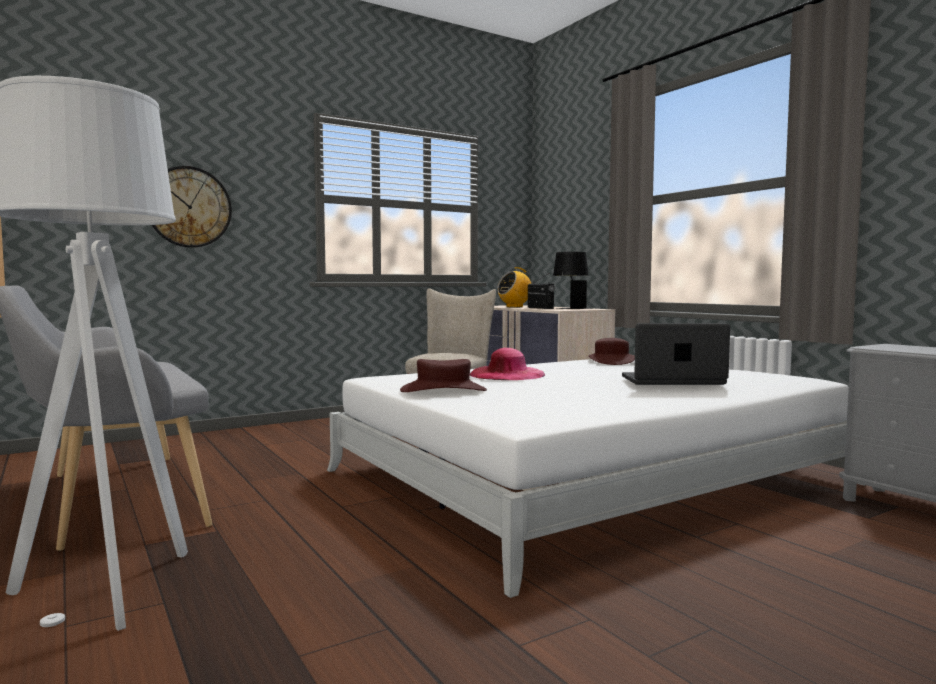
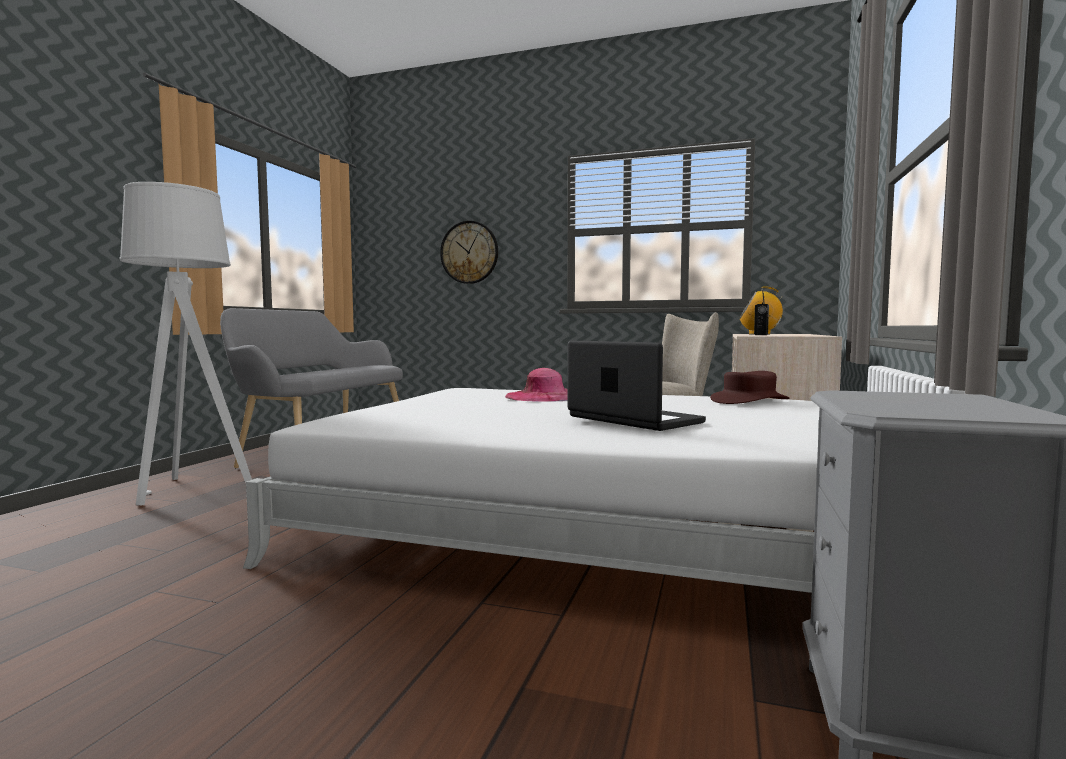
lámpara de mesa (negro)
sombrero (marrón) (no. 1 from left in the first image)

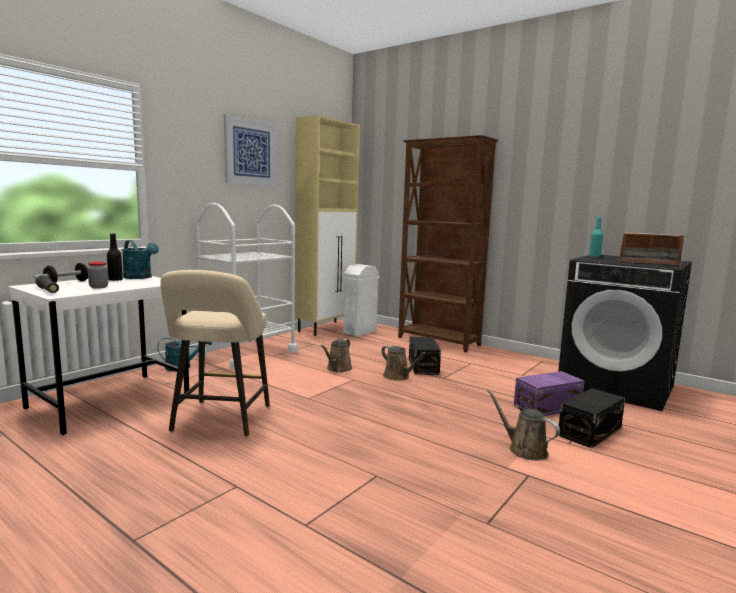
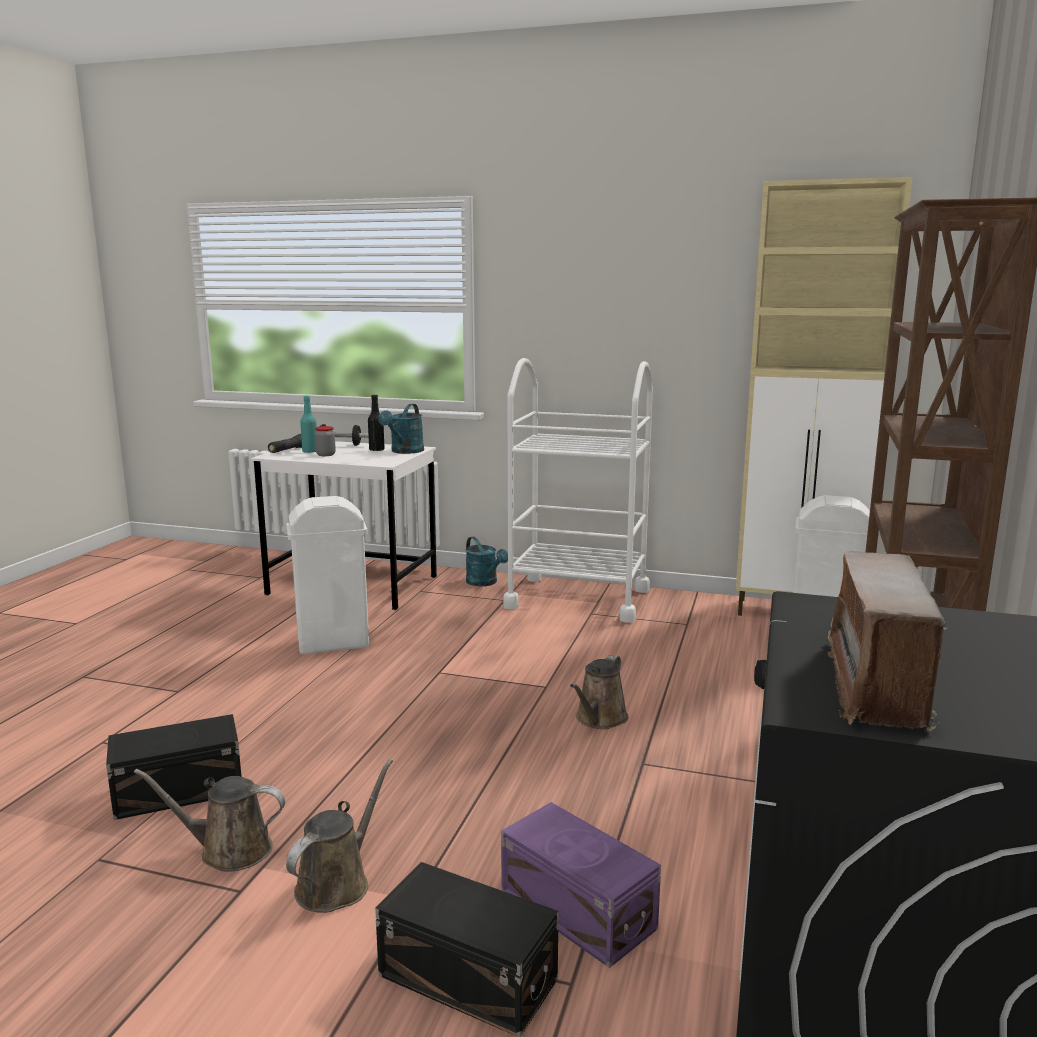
cuadro
botella (turquesa)
papelera (blanco) (no. 1 from left)
caja de almacenaje (negro) (no. 1 from left)
regadera (marrón) (no. 1 from left)

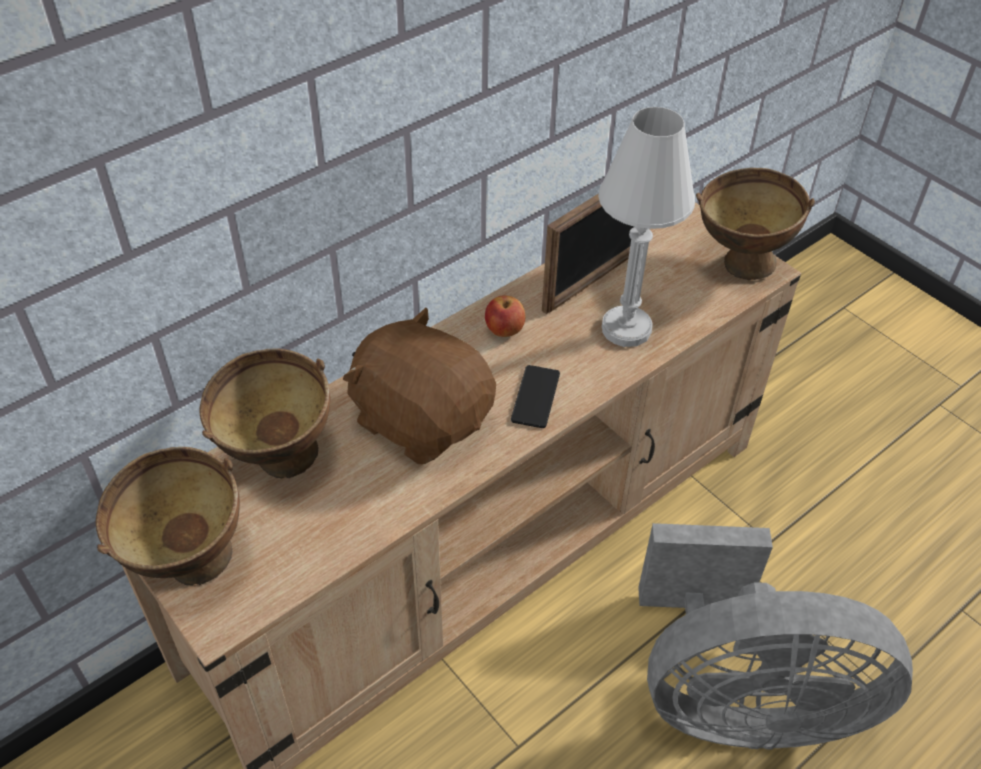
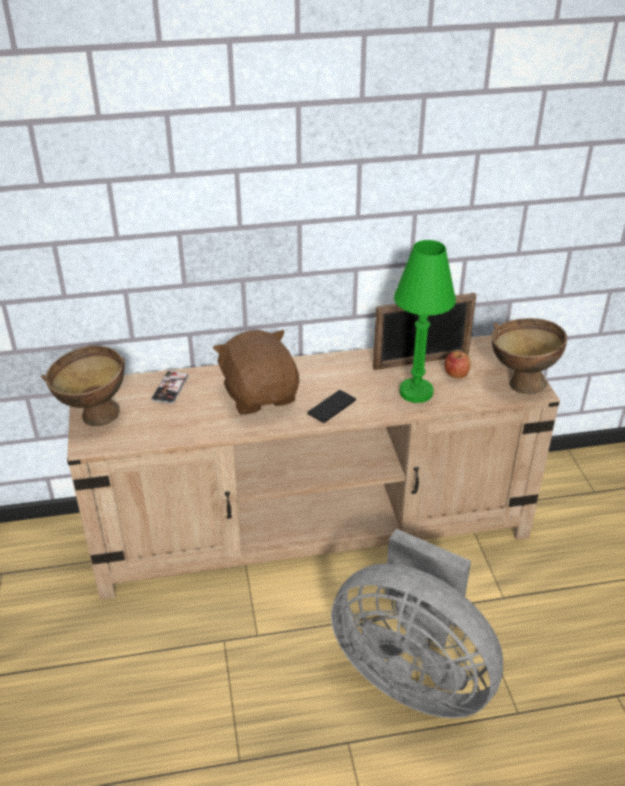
lámpara de mesa (verde)
manzana
móvil (no. 1 from left)

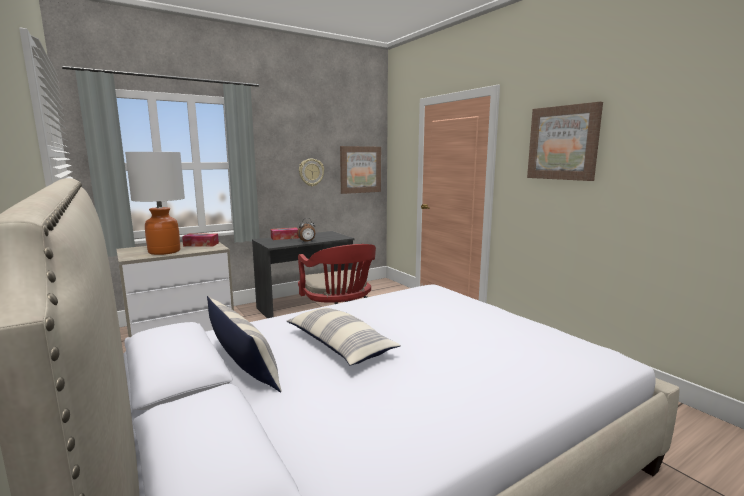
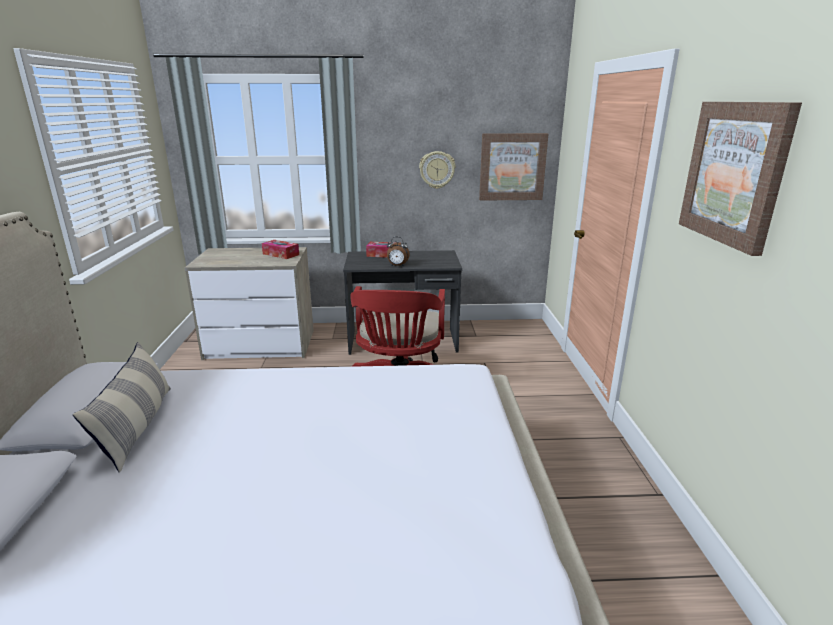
lámpara de mesa
cojín (no. 2 from left in the first image)

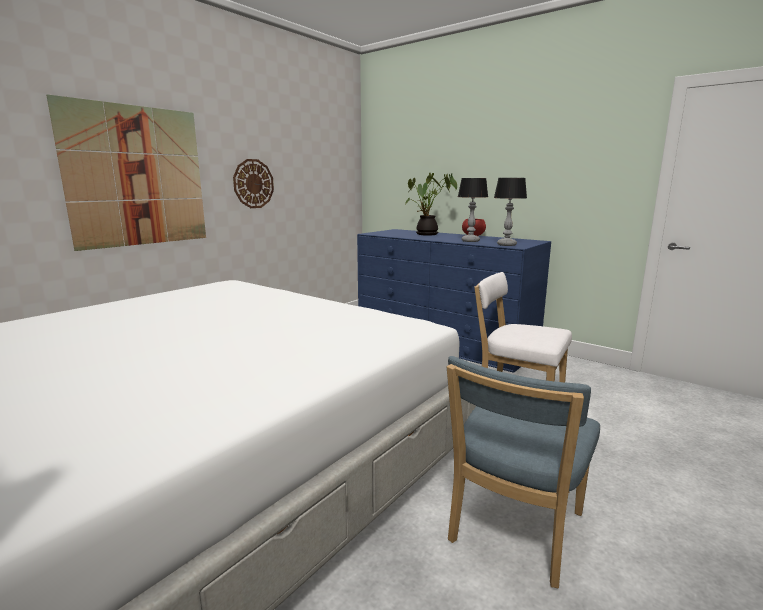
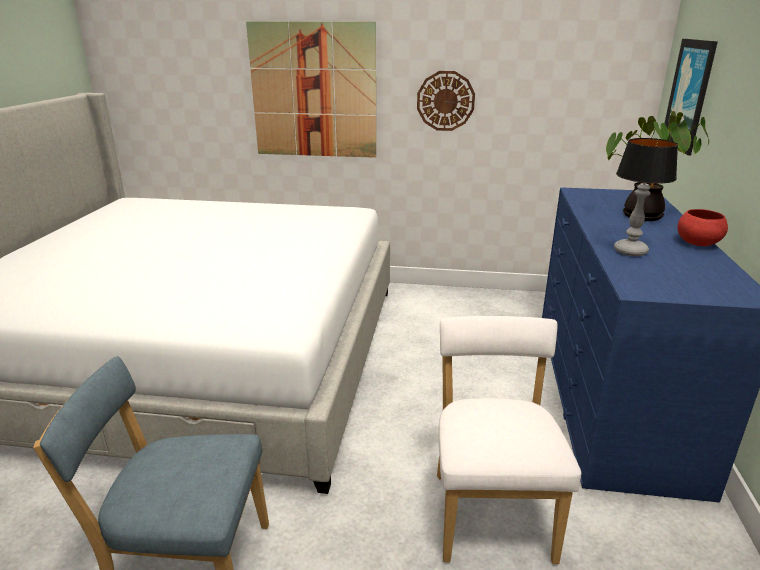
lámpara de mesa (no. 2 from left in the first image)
cuadro (no. 2 from left)

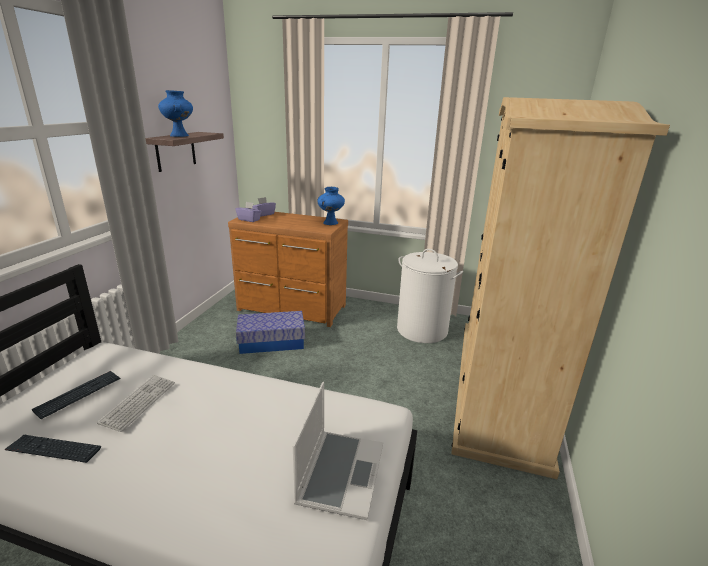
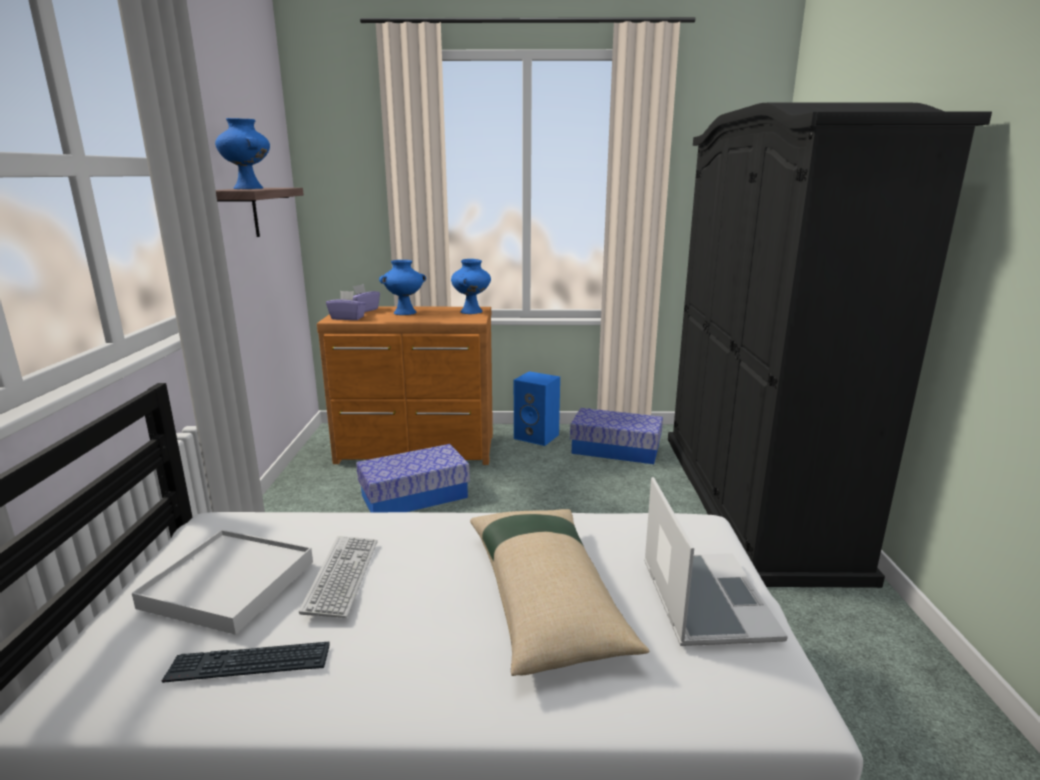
armario ropero (negro)
caja de almacenaje (no. 2 from left)
bandeja (blanco)
florero (azul) (no. 2 from left)
altavoz (azul)
cojín (beis)

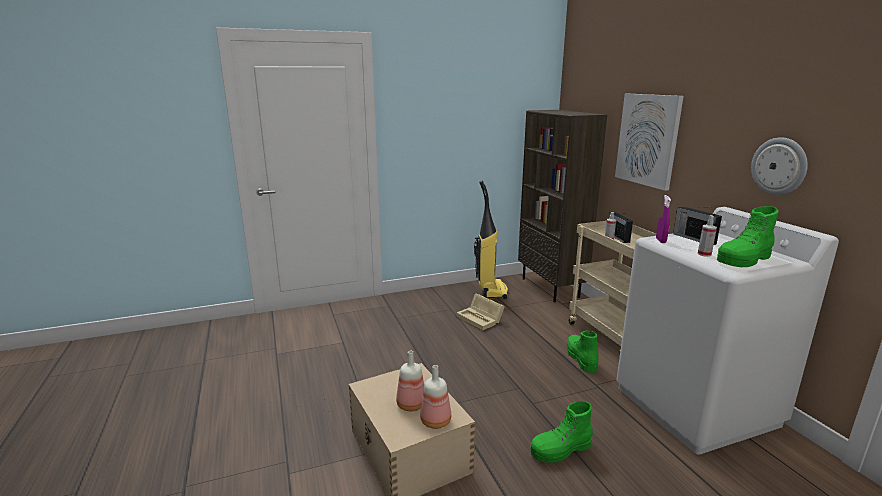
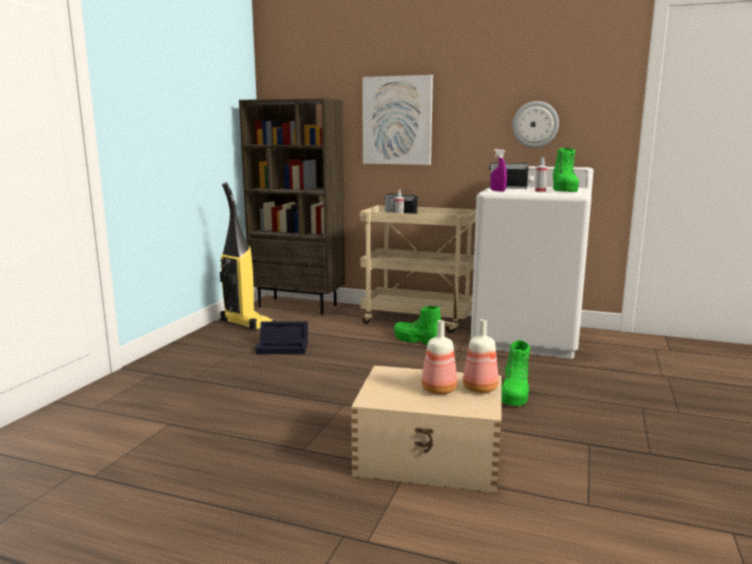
caja de almacenaje (negro)

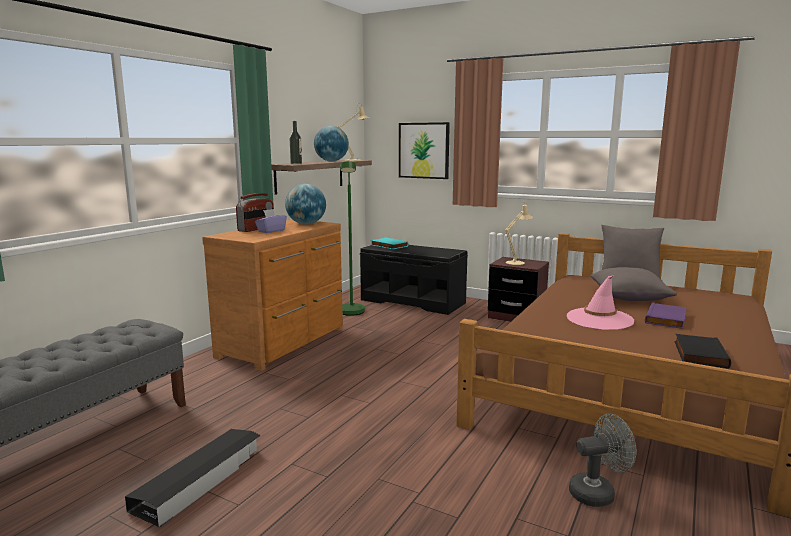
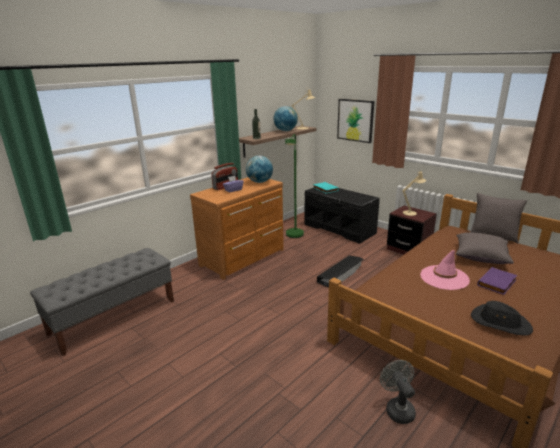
sombrero (negro)
ventilador (gris)
caja de almacenaje (negro)

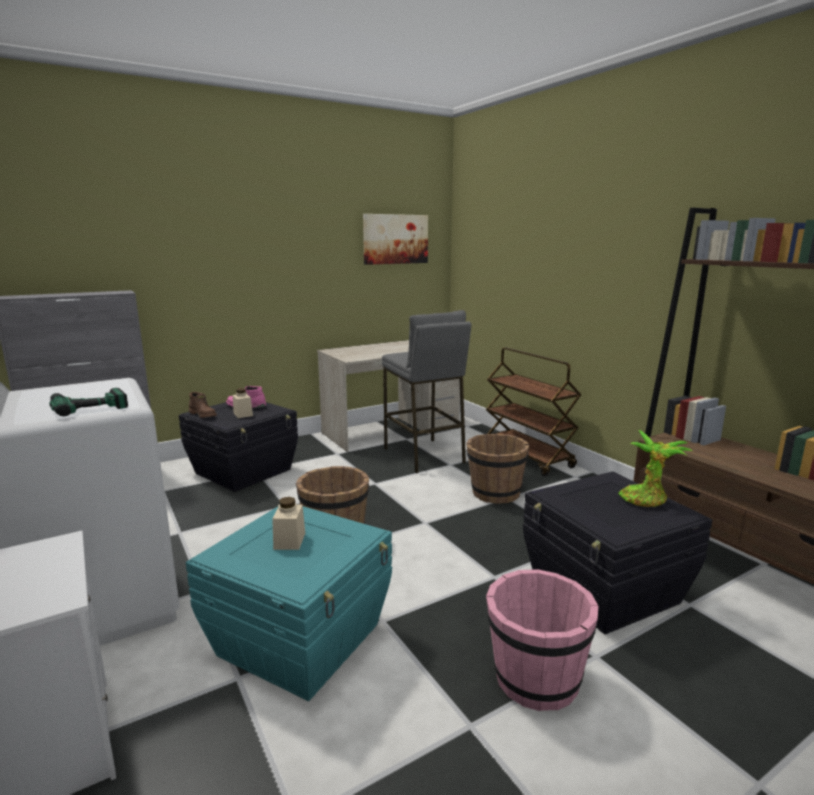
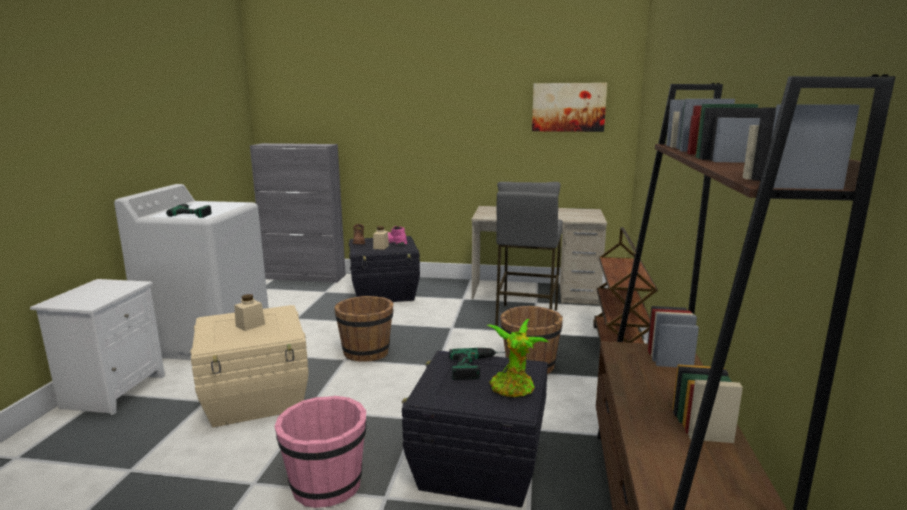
caja de almacenaje (beis)
taladro (no. 2 from left)

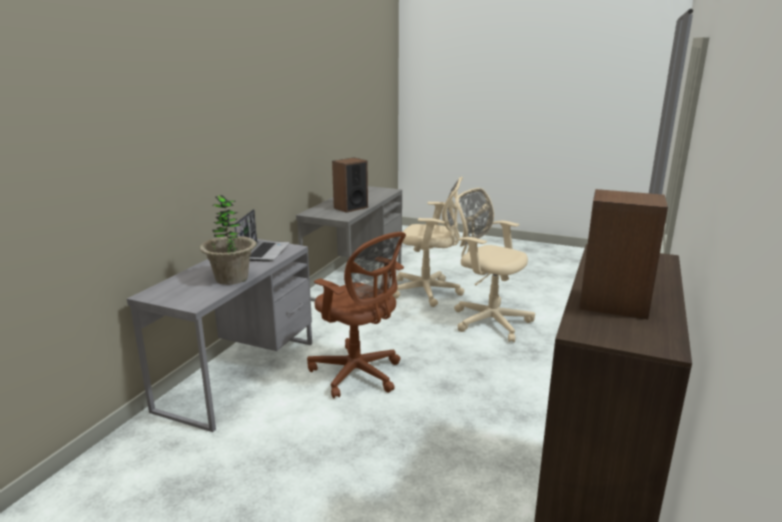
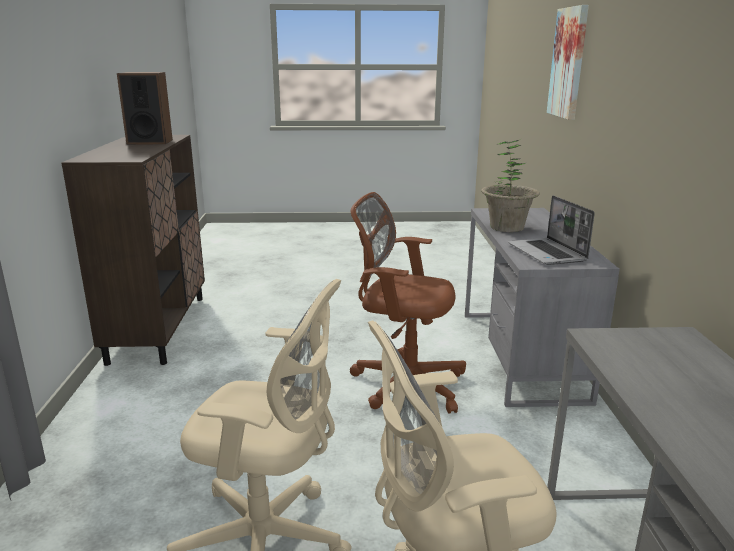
altavoz (no. 1 from left in the first image)
cuadro

